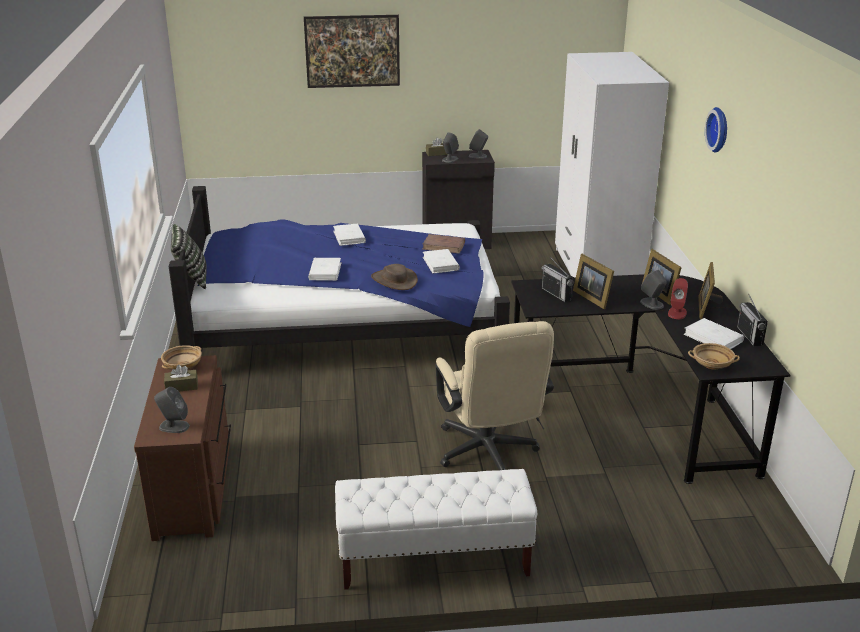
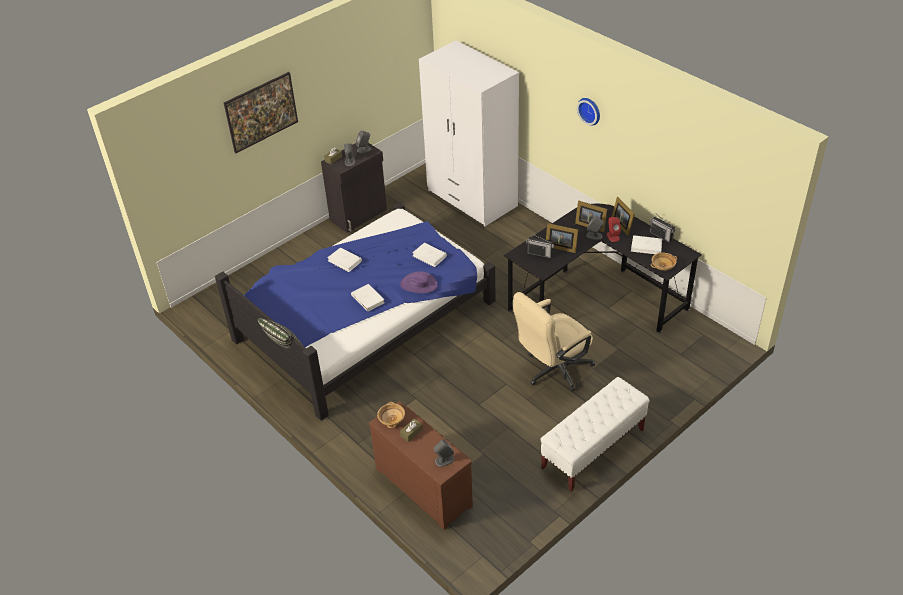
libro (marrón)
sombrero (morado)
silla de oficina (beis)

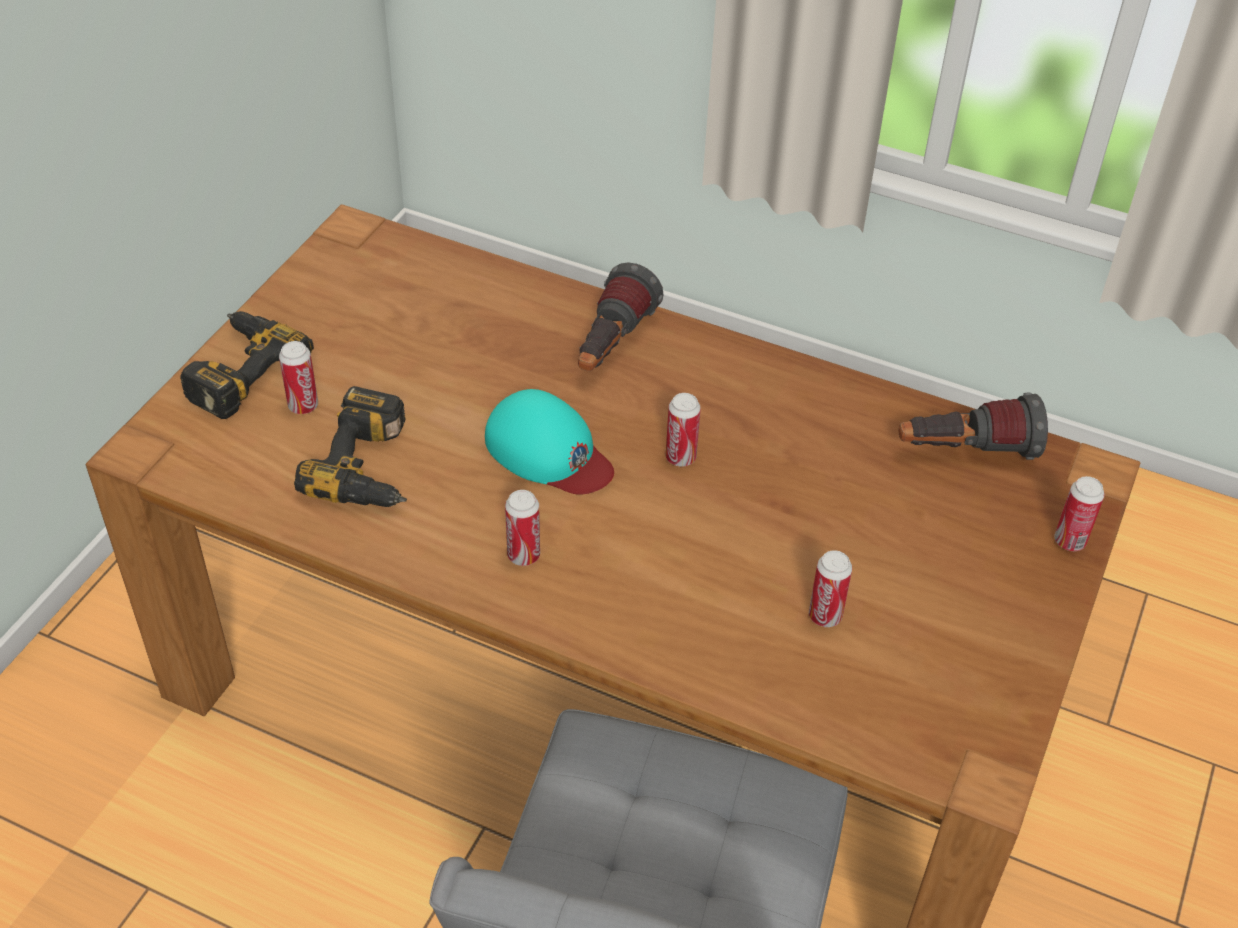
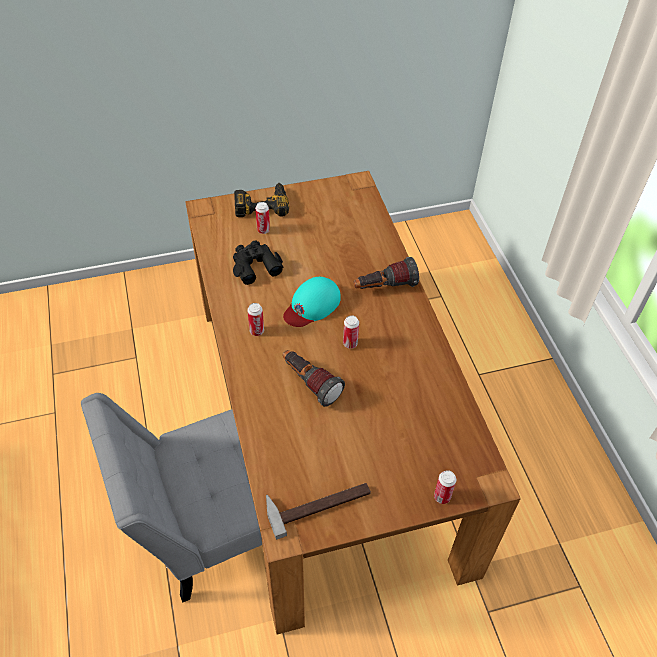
prismáticos (negro)
gorra (turquesa)
linterna (no. 1 from left)
lata (no. 4 from left in the first image)
martillo

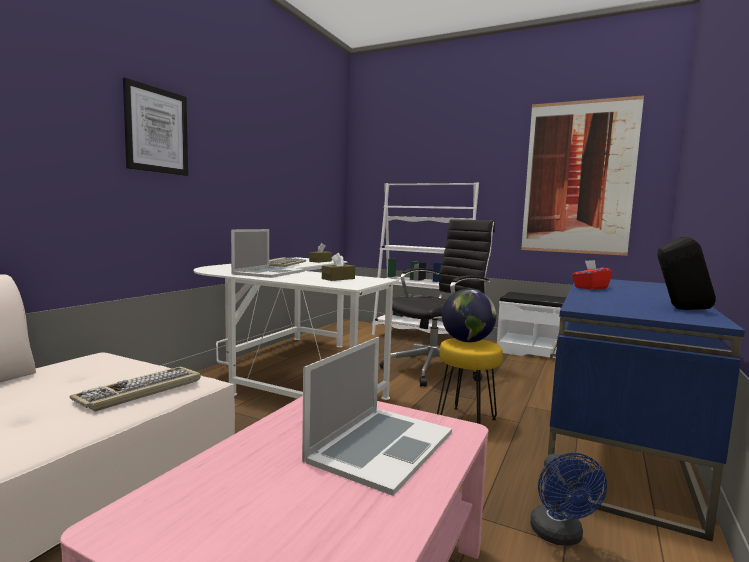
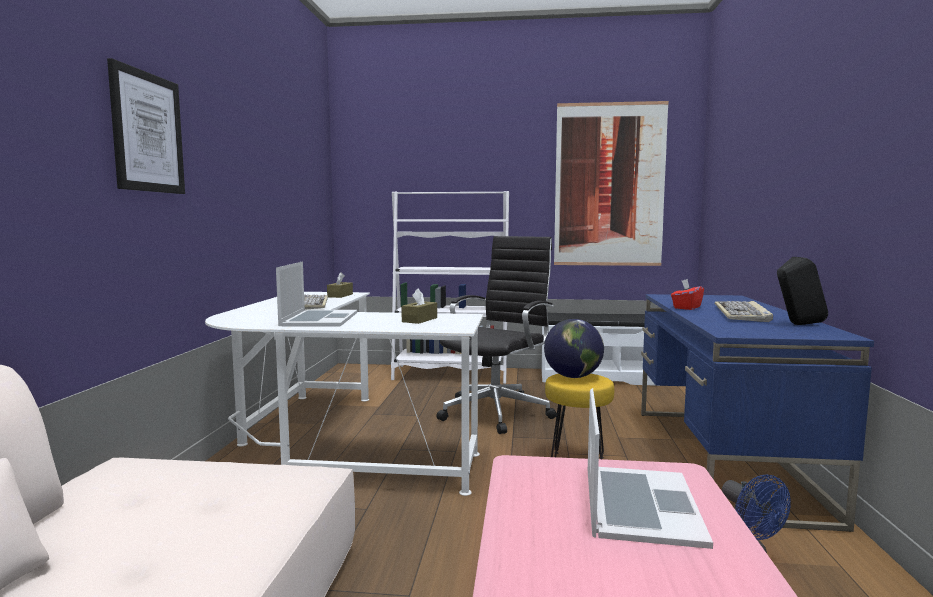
teclado (no. 2 from left)

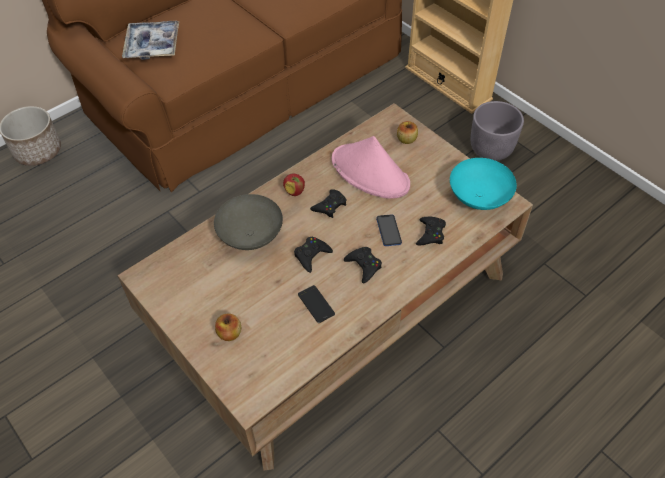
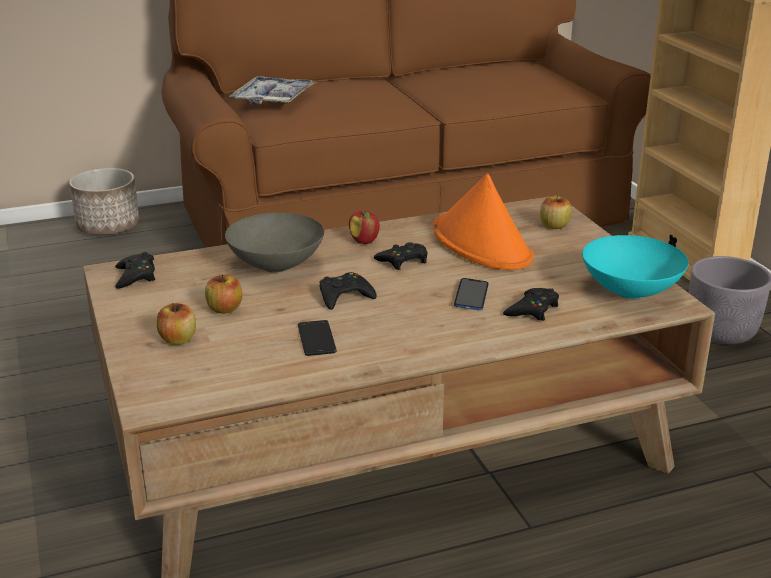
sombrero (naranja)
mando de consola (negro) (no. 1 from left)
manzana (no. 2 from left)

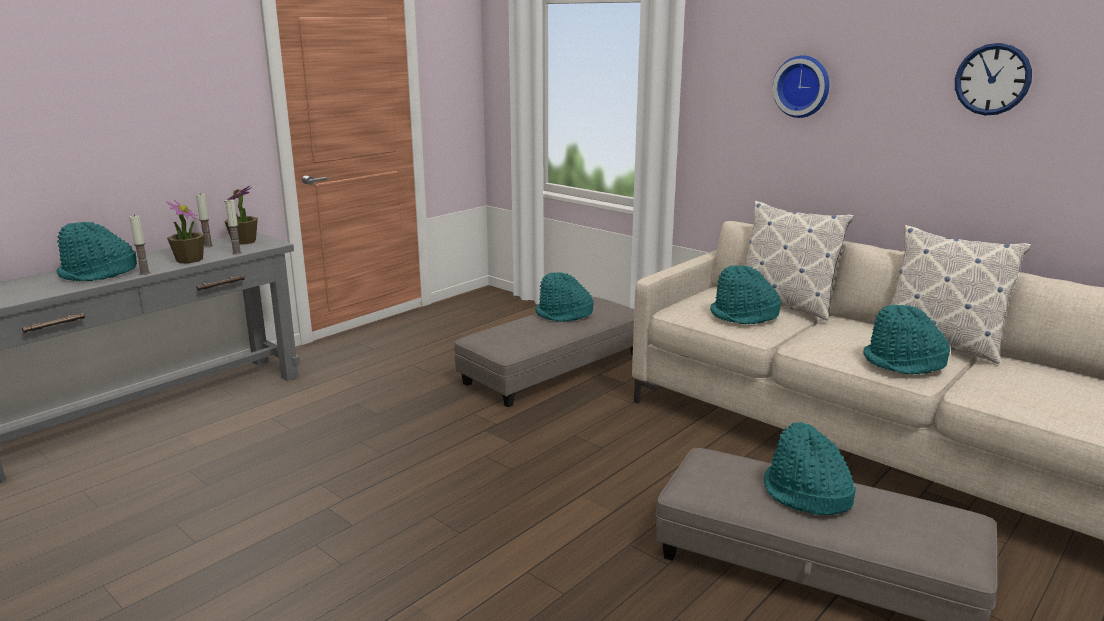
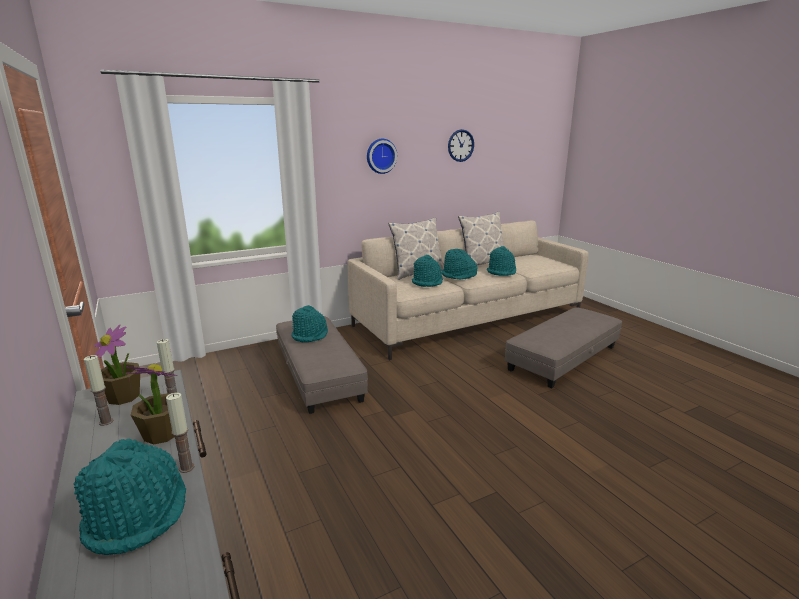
sombrero (turquesa) (no. 4 from left)

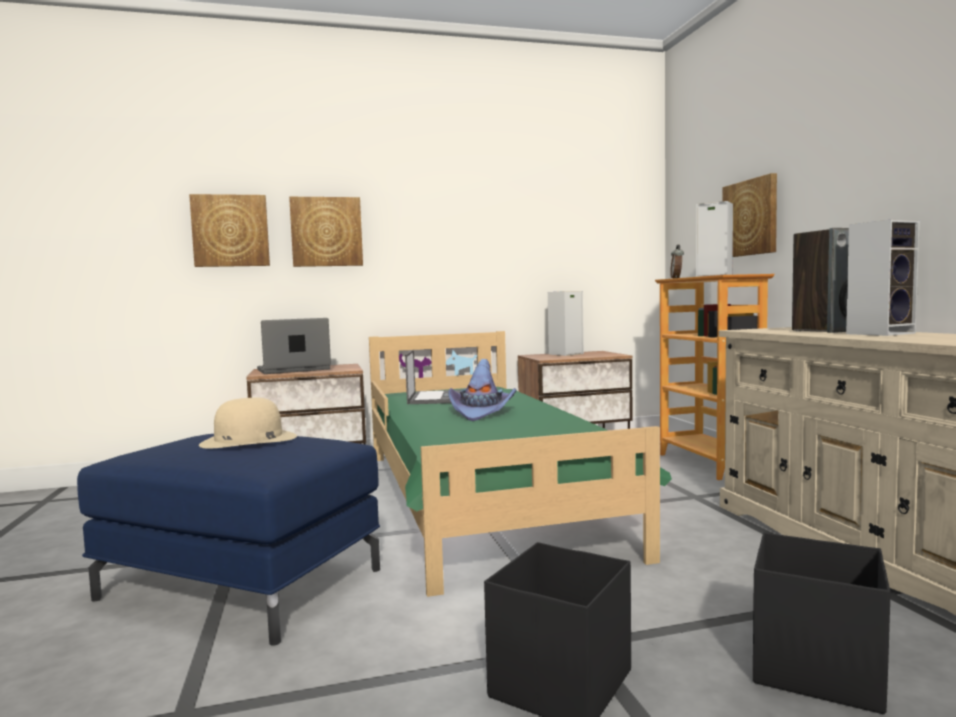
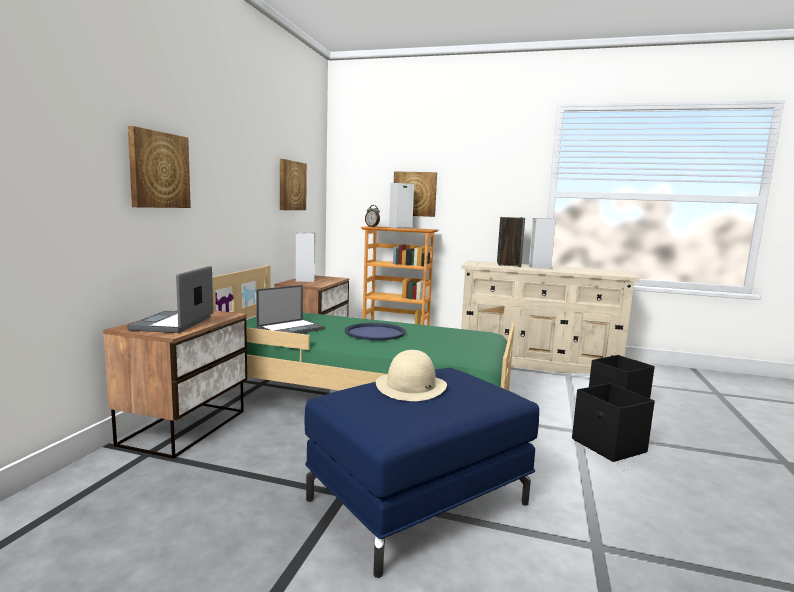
cuadro (no. 2 from left)
portátil (no. 2 from left)
bandeja (azul)

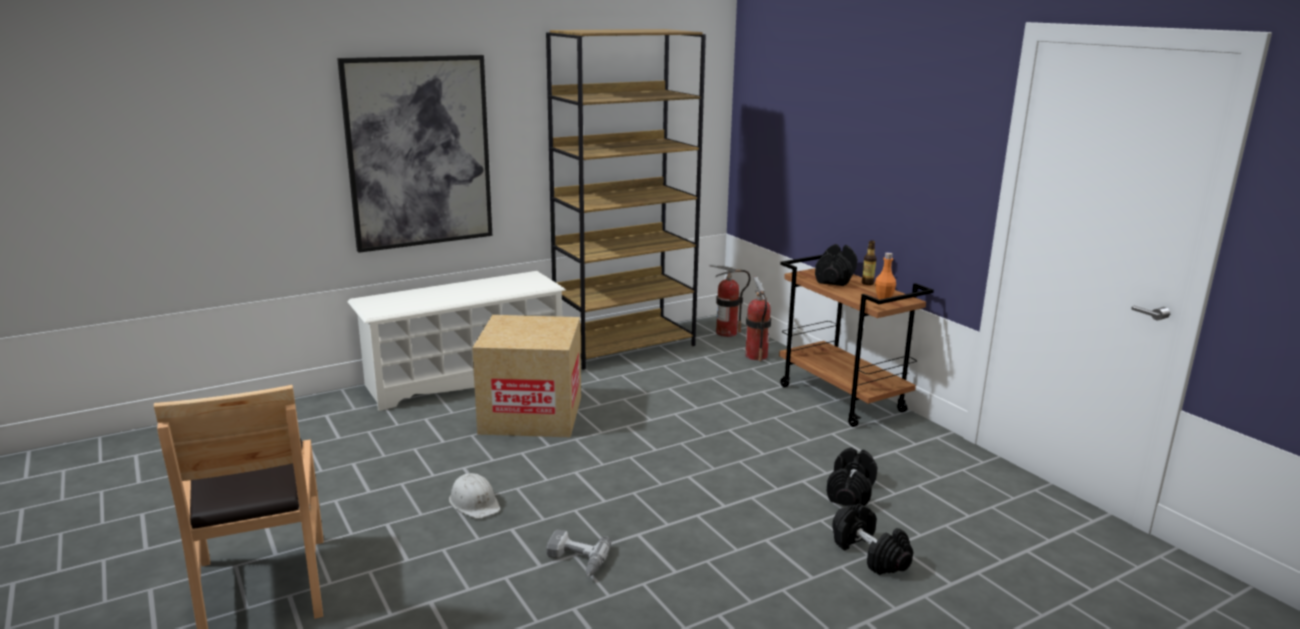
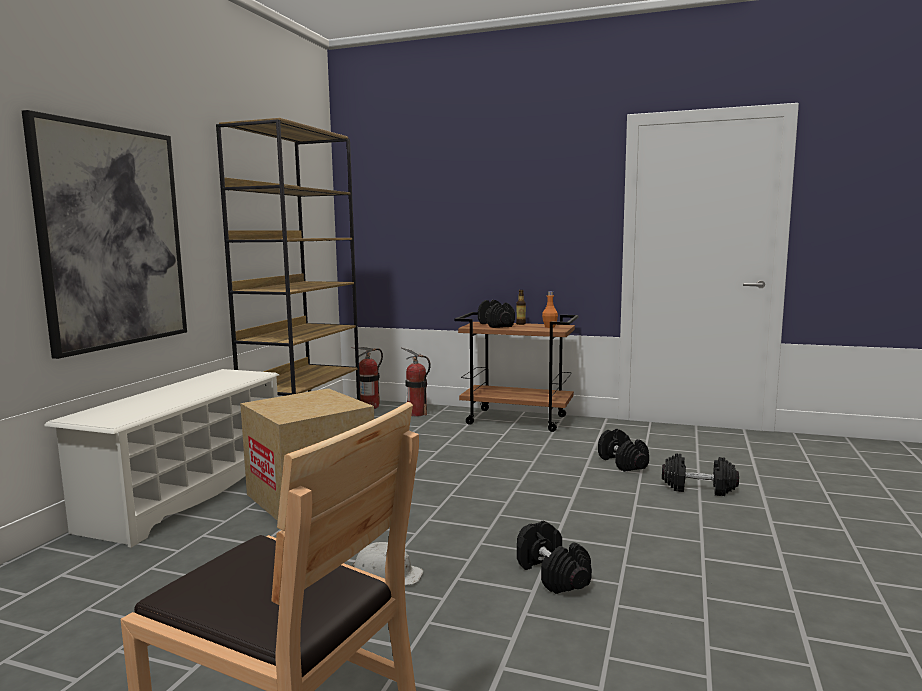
mancuerna (negro) (no. 2 from left)

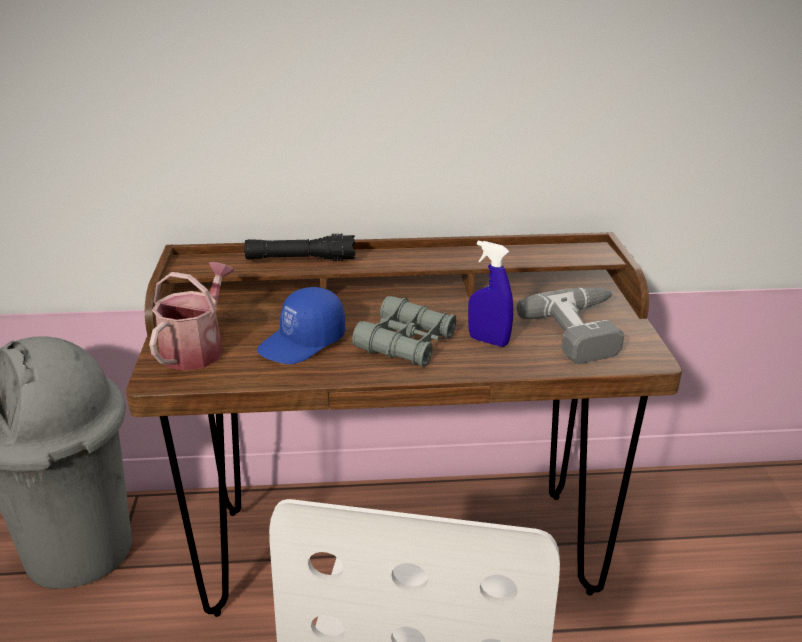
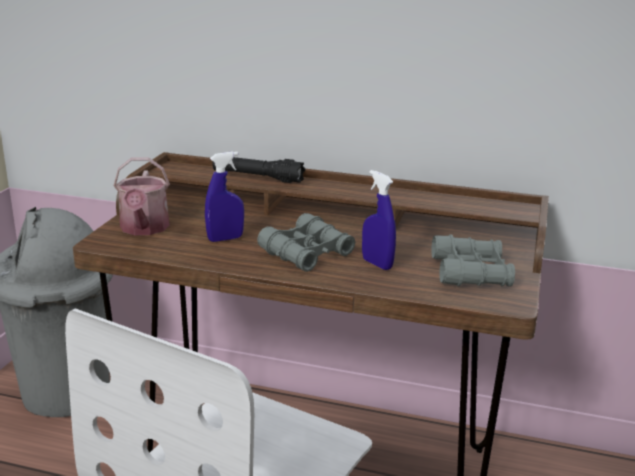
regadera
pulverizador (azul) (no. 1 from left)
prismáticos (gris) (no. 2 from left)

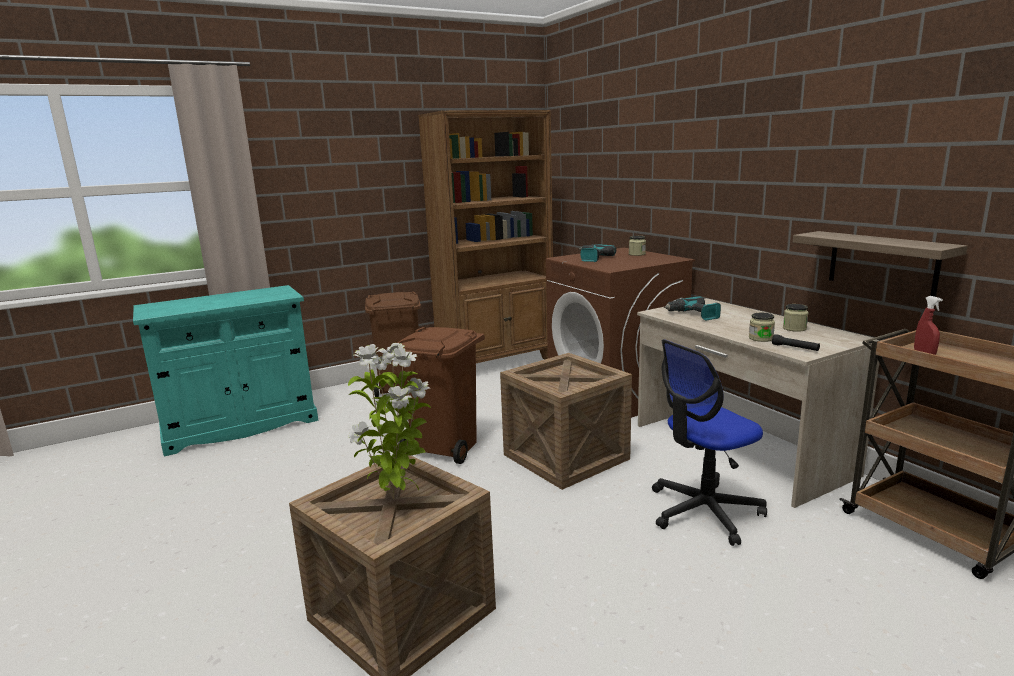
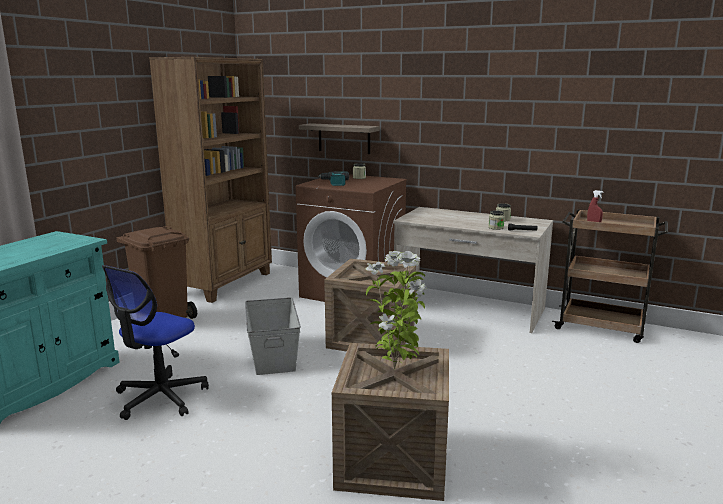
estante
taladro (no. 2 from left in the first image)
caja de almacenaje (gris)
silla de oficina

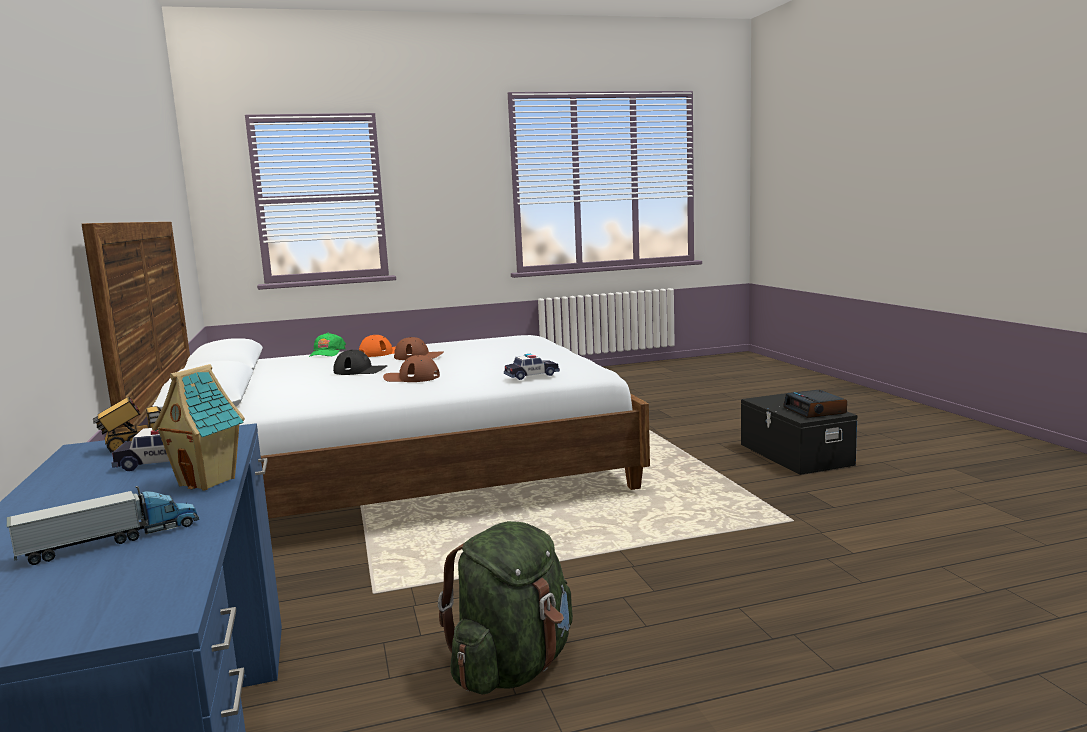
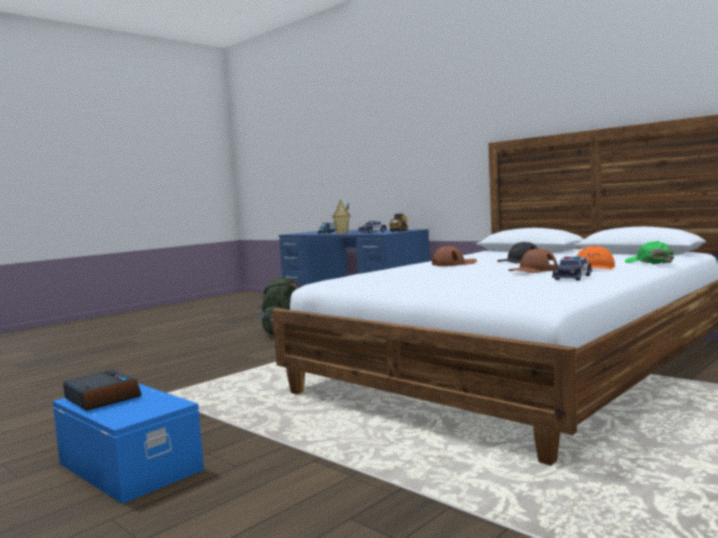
coche de juguete (no. 2 from left)
caja de almacenaje (azul)

